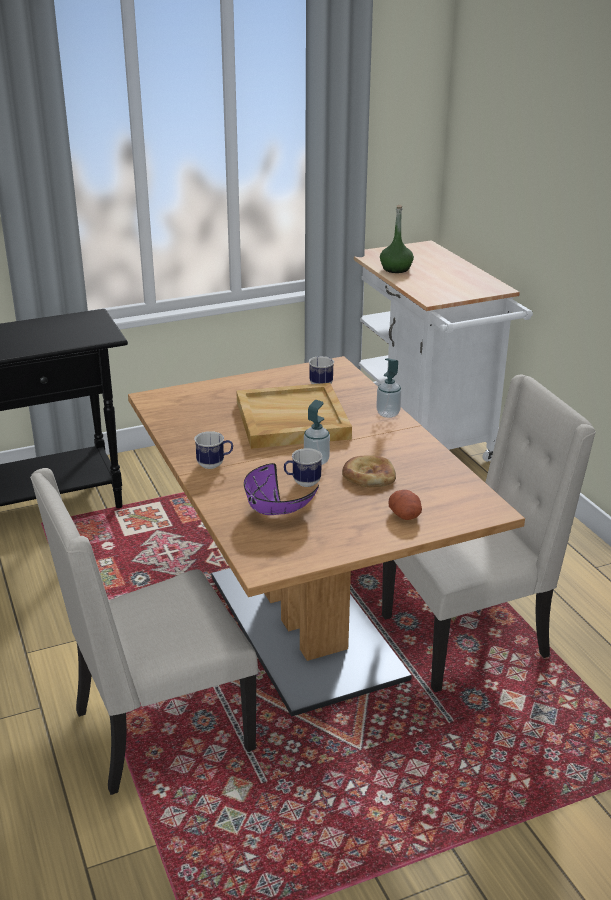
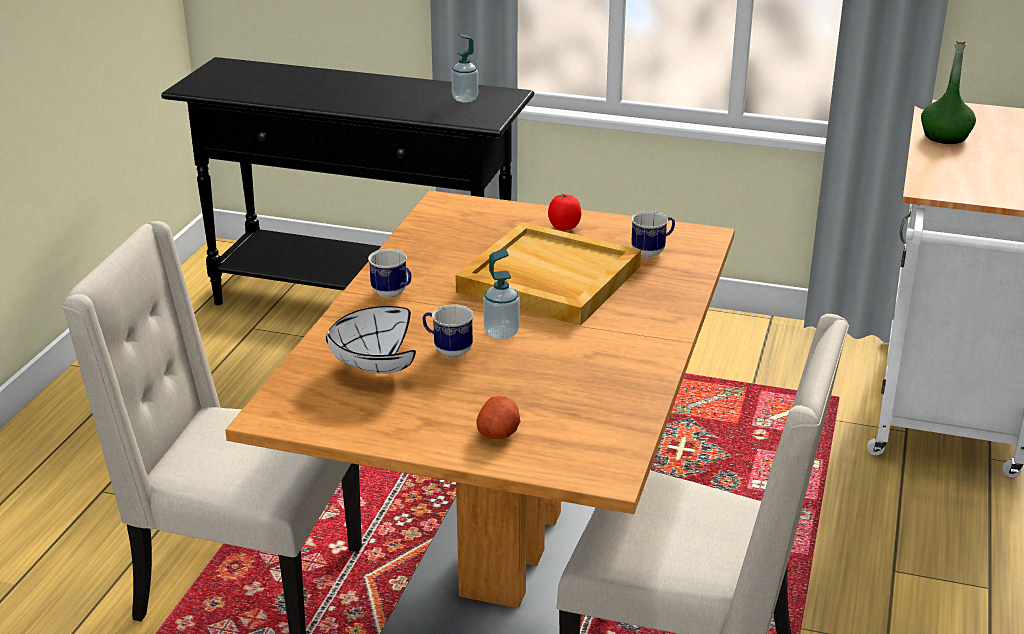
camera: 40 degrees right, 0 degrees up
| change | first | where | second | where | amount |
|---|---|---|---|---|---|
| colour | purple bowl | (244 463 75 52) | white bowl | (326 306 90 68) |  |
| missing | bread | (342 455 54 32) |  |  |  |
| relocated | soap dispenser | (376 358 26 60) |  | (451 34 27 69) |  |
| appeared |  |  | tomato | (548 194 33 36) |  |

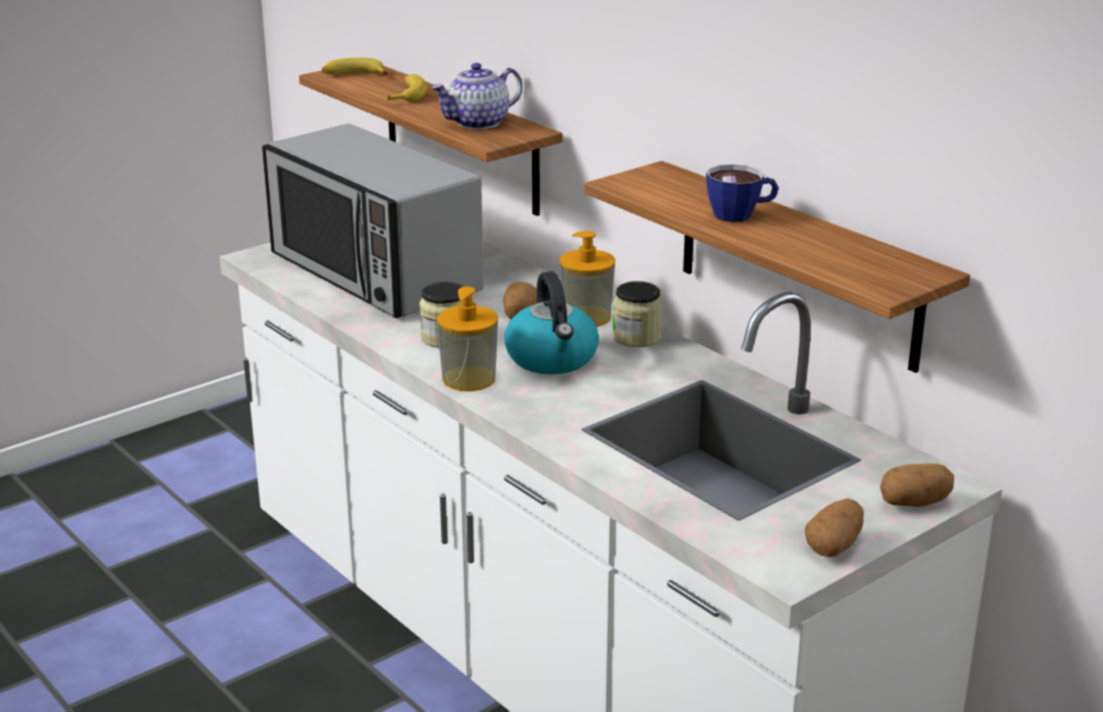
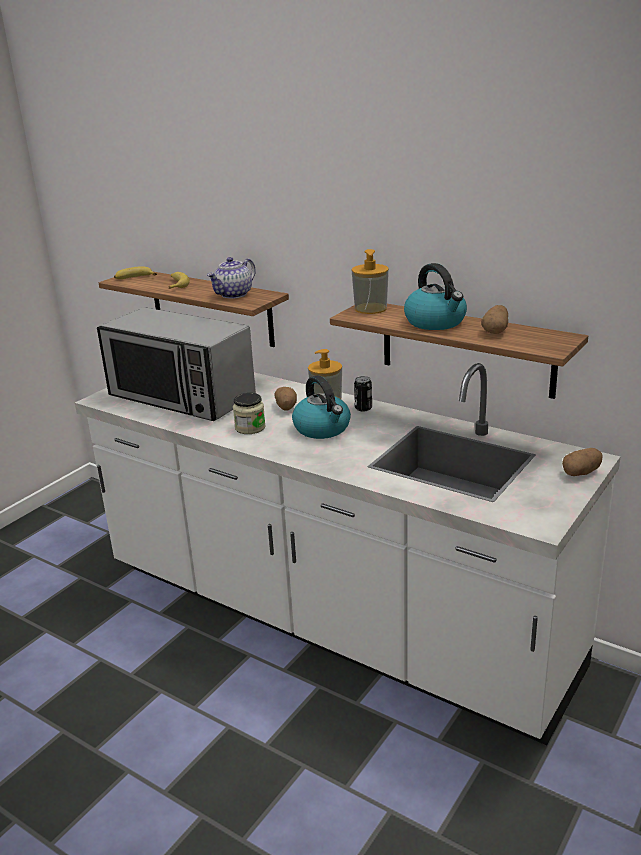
camera: 15 degrees left, 0 degrees up
| change | first | where | second | where | amount |
|---|---|---|---|---|---|
| relocated | soap dispenser | (437 287 61 104) |  | (352 249 37 65) |  |
| exchanged | jar | (612 281 51 66) | can | (354 376 18 35) |  |
| exchanged | cup | (706 164 73 58) | kettle | (404 263 63 67) |  |
| relocated | potato | (805 498 59 59) |  | (481 305 27 29) |  |

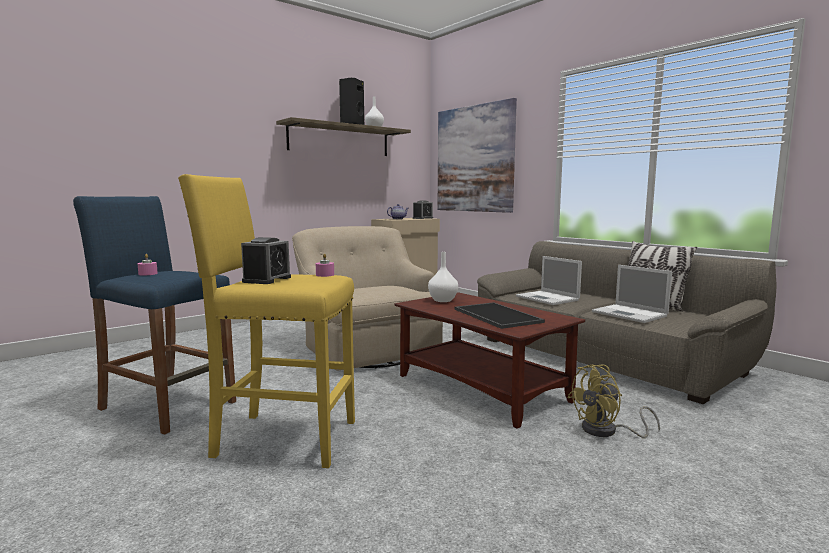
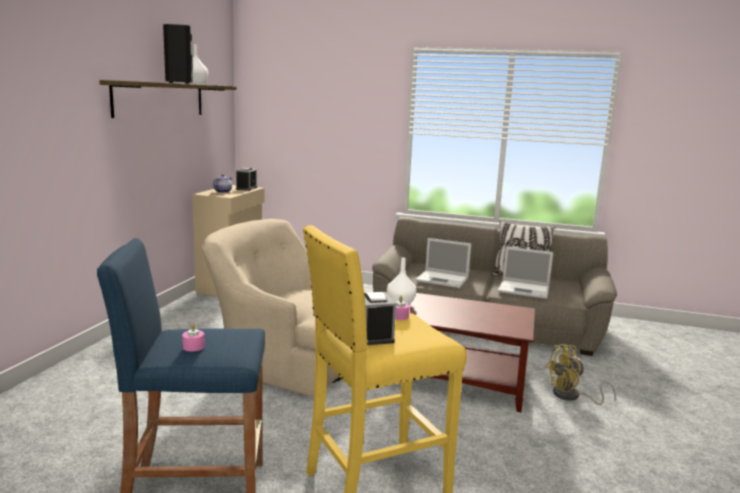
camera: 35 degrees left, 5 degrees up
| change | first | where | second | where | amount |
|---|---|---|---|---|---|
| missing | picture | (438 98 79 115) |  |  |  |
| missing | tray | (454 302 91 27) |  |  |  |
| spun | yellow fan | (567 364 93 74) |  | (545 344 71 61) | 45 degrees clockwise |

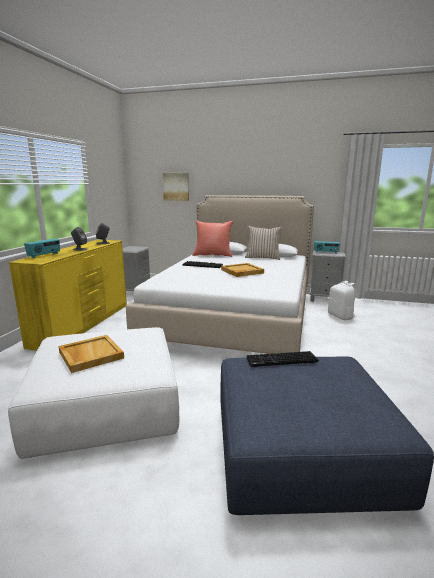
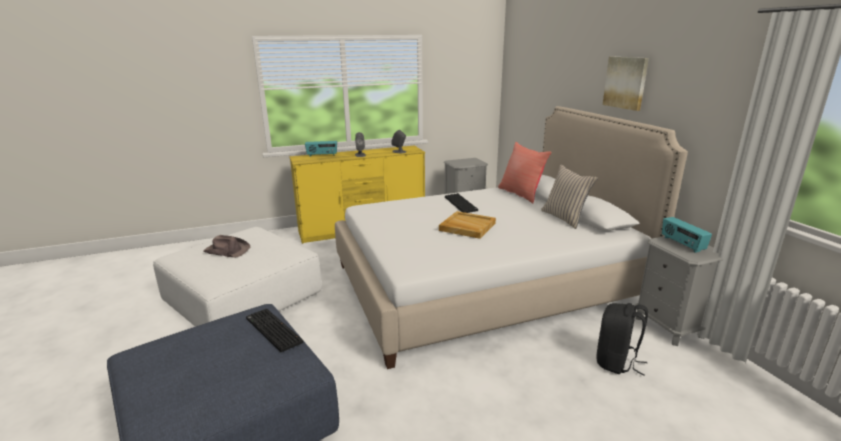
camera: 55 degrees right, 5 degrees up
| change | first | where | second | where | amount |
|---|---|---|---|---|---|
| exchanged | beige tray | (58 335 66 38) | brown hat | (203 235 47 23) |  |
| relocated | picture | (163 173 26 28) |  | (603 56 46 55) |  |
| colour | white backpack | (328 281 29 39) | black backpack | (597 303 51 73) |  |

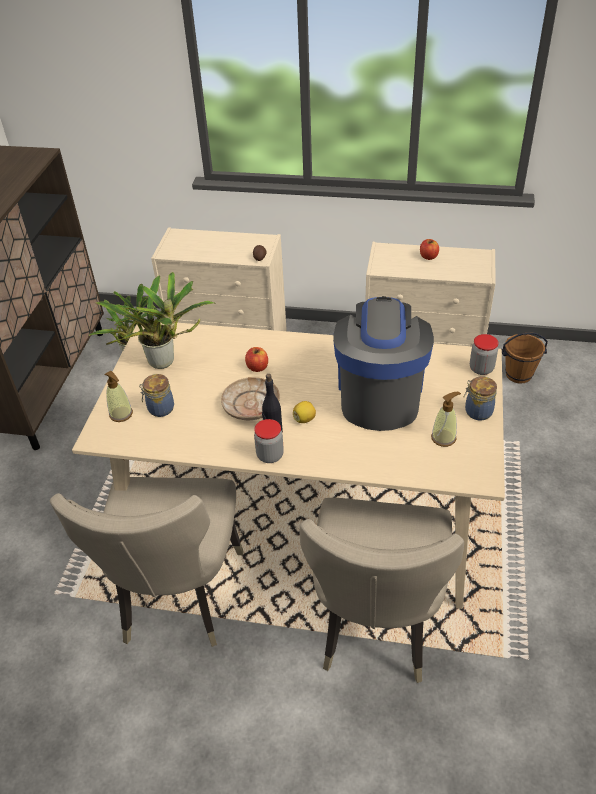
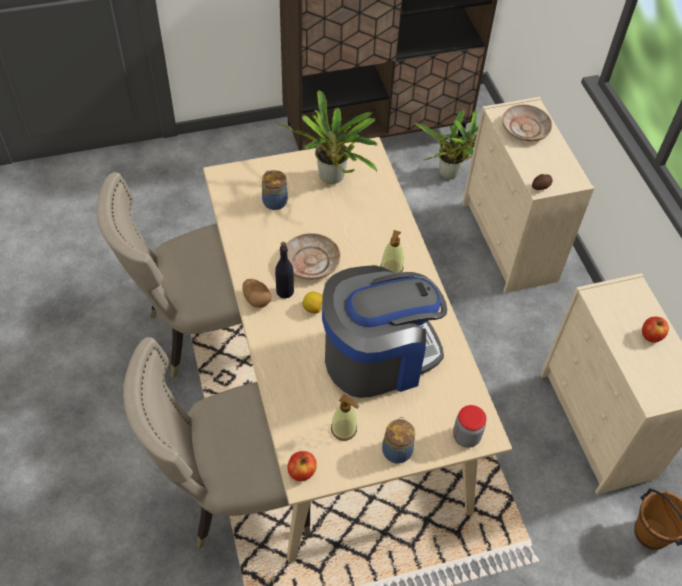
camera: 60 degrees right, 10 degrees up
| change | first | where | second | where | amount |
|---|---|---|---|---|---|
| relocated | soap dispenser | (104 371 29 51) |  | (380 230 23 43) |  |
| relocated | apple | (245 347 23 25) |  | (287 451 30 30) |  |
| exchanged | jar | (254 419 30 44) | potato | (242 279 29 29) |  |
| appeared |  |  | beige plate | (502 104 50 38) |  |

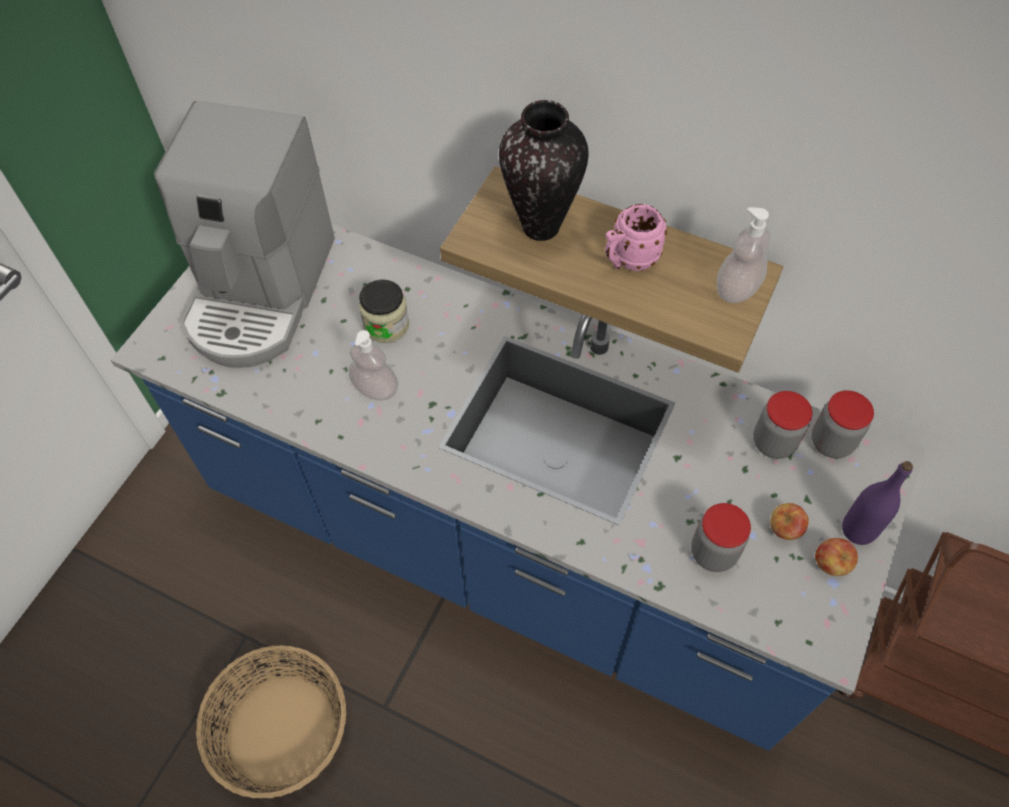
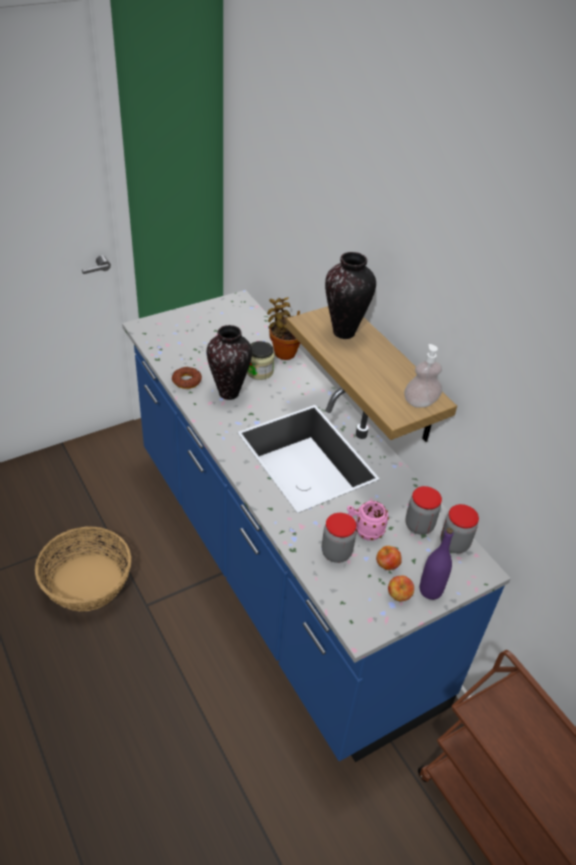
camera: 30 degrees right, 15 degrees down
| change | first | where | second | where | amount |
|---|---|---|---|---|---|
| missing | coffee machine | (154 101 181 267) |  |  |  |
| exchanged | soap dispenser | (349 330 49 70) | vase | (206 325 46 75) |  |
| relocated | pink mug | (605 204 62 67) |  | (347 501 42 40) |  |
| appeared |  |  | donut | (172 367 30 22) |  |
| appeared |  |  | potted plant | (267 297 33 63) |  |

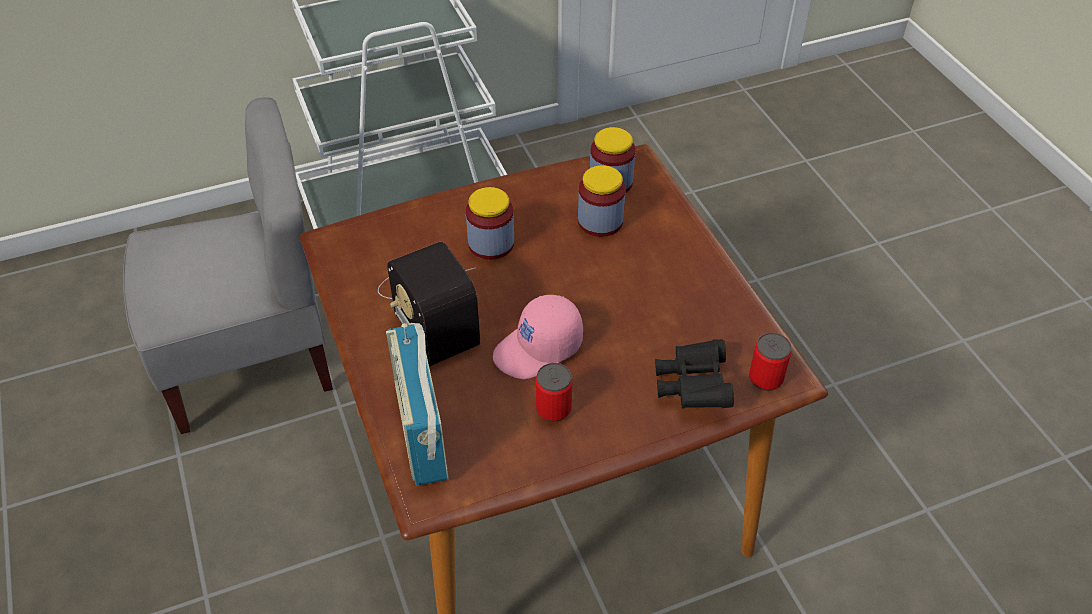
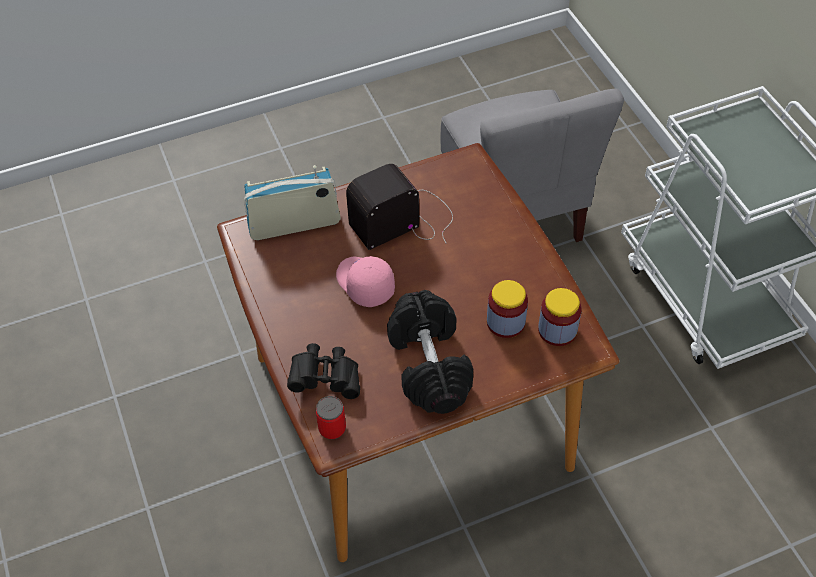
camera: 90 degrees right, 5 degrees up
| change | first | where | second | where | amount |
|---|---|---|---|---|---|
| missing | jar | (466 187 48 73) |  |  |  |
| missing | can | (536 363 36 59) |  |  |  |
| appeared |  |  | black dumbbell | (387 290 86 124) |  |

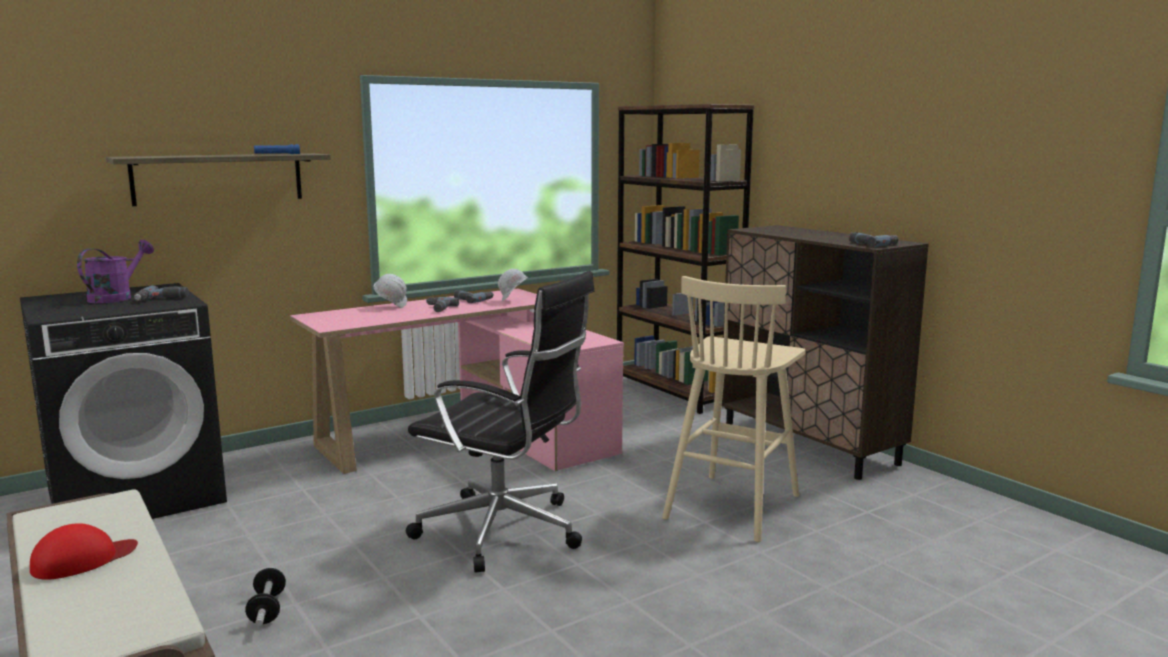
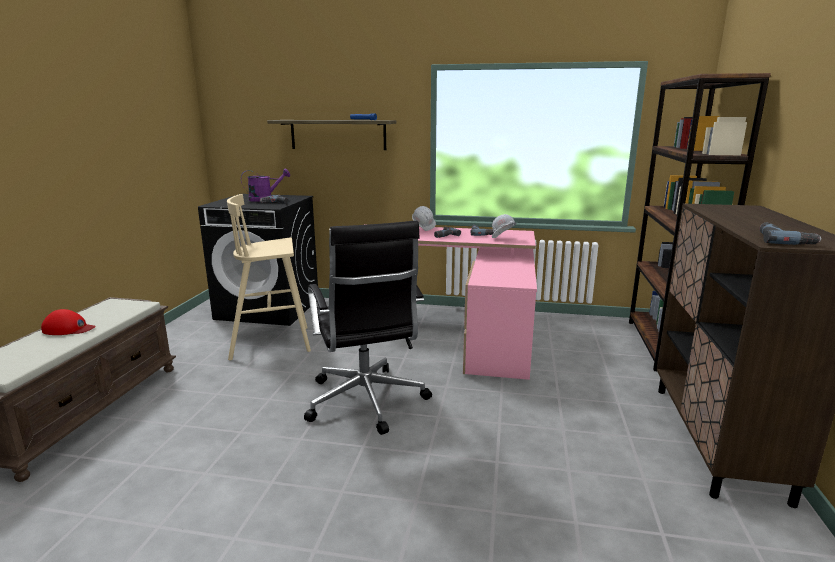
camera: 45 degrees right, 5 degrees up
| change | first | where | second | where | amount |
|---|---|---|---|---|---|
| missing | dumbbell | (245 567 41 60) |  |  |  |
| relocated | beige stool | (662 276 144 266) |  | (227 194 84 167) |  |

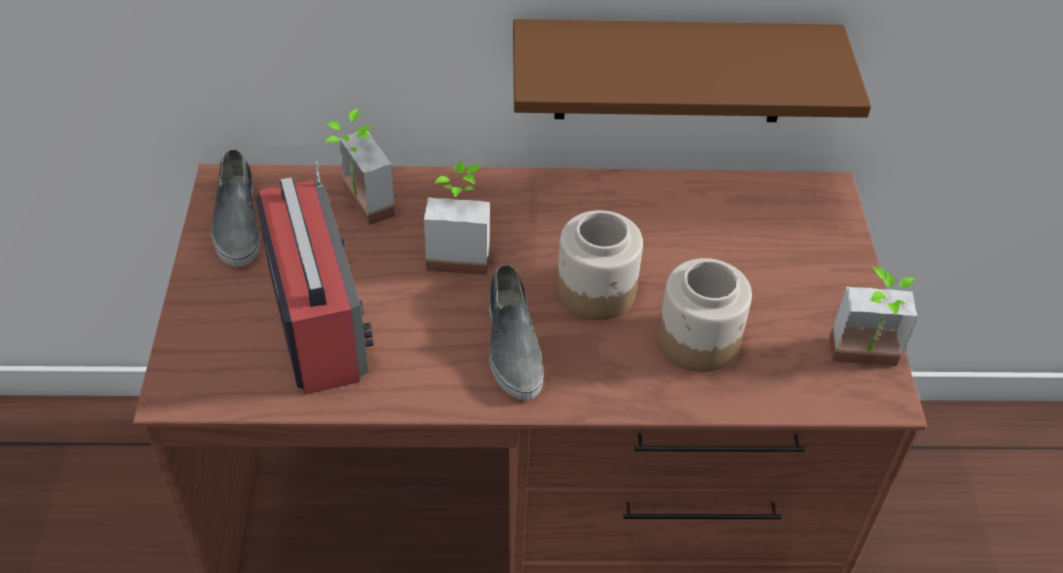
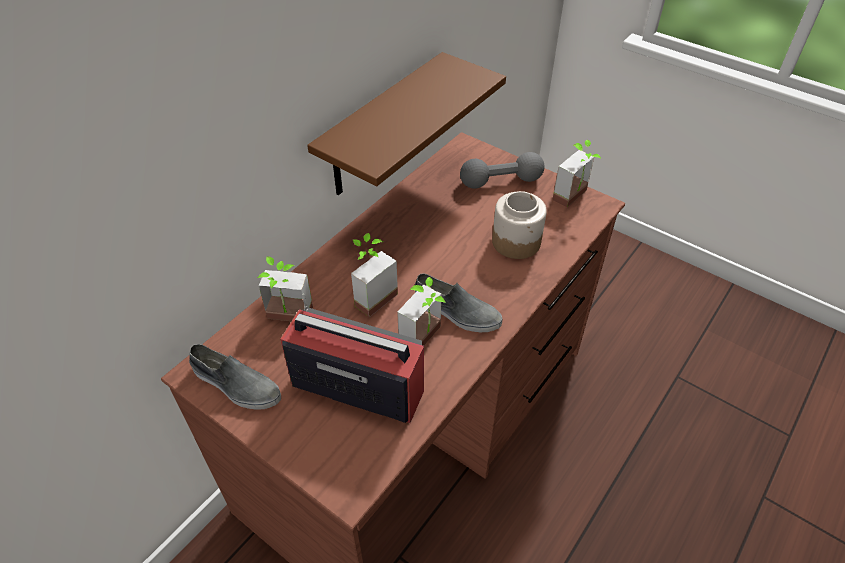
camera: 50 degrees left, 0 degrees up
| change | first | where | second | where | amount |
|---|---|---|---|---|---|
| missing | jar | (557 210 86 110) |  |  |  |
| appeared |  |  | potted plant | (397 277 49 69) |  |
| appeared |  |  | grey dumbbell | (460 152 85 37) |  |

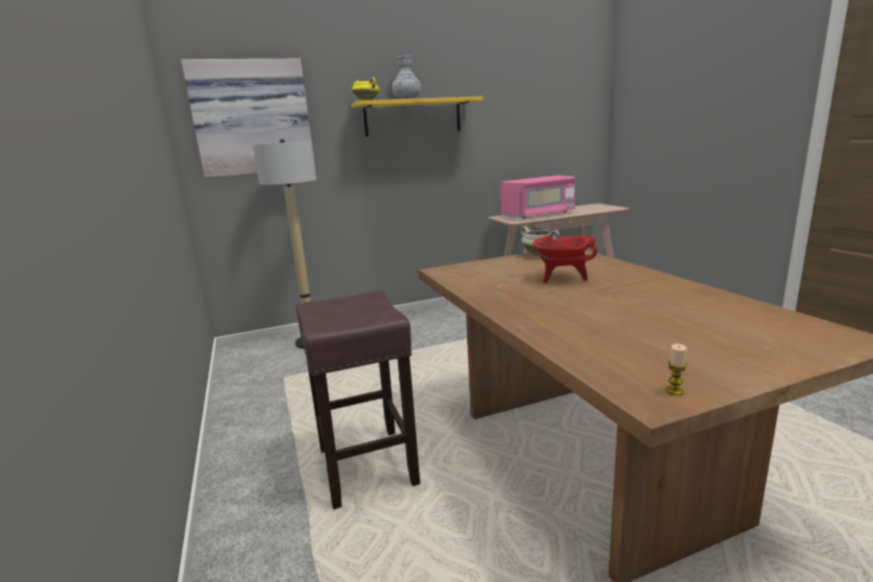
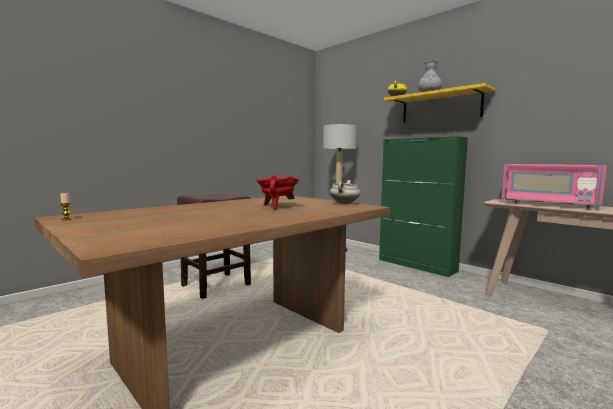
camera: 65 degrees right, 10 degrees down
| change | first | where | second | where | amount |
|---|---|---|---|---|---|
| missing | picture | (181 59 130 119) |  |  |  |
| appeared |  |  | green cabinet | (379 136 89 141) |  |

